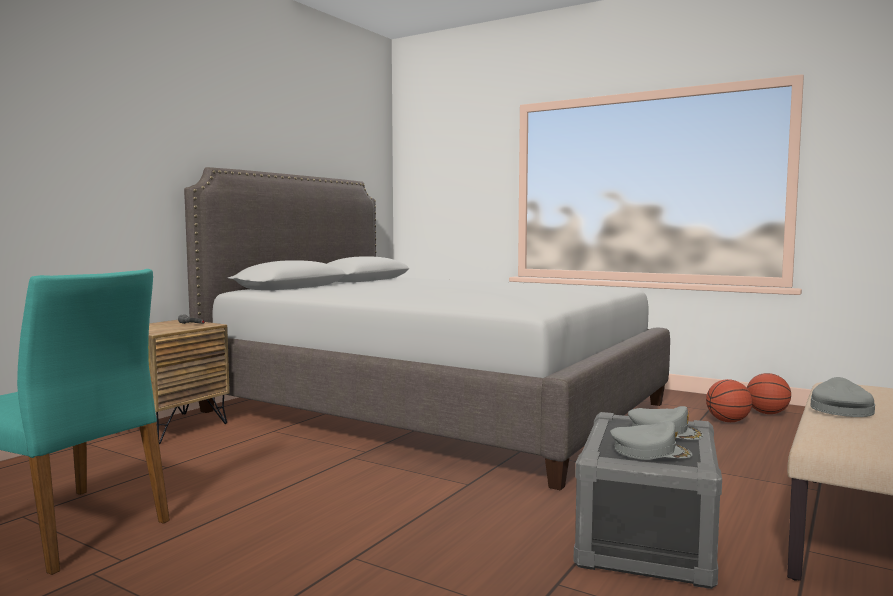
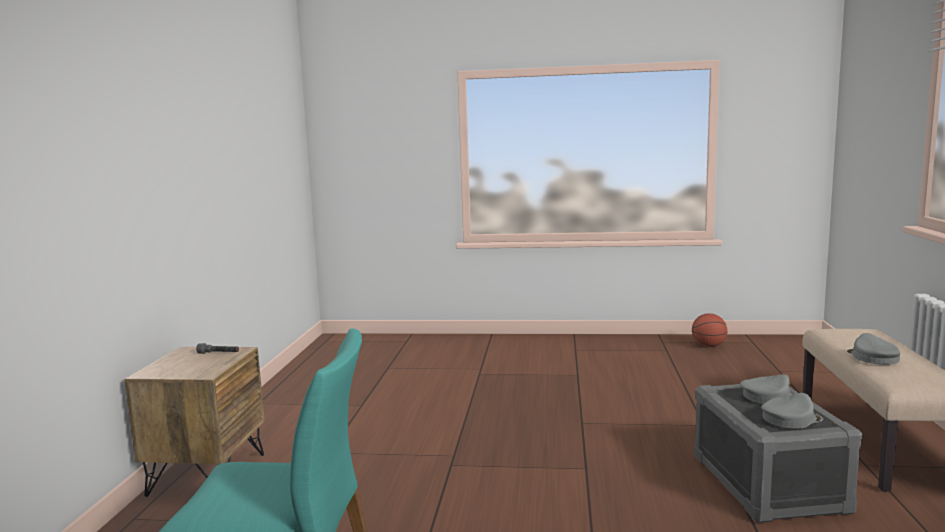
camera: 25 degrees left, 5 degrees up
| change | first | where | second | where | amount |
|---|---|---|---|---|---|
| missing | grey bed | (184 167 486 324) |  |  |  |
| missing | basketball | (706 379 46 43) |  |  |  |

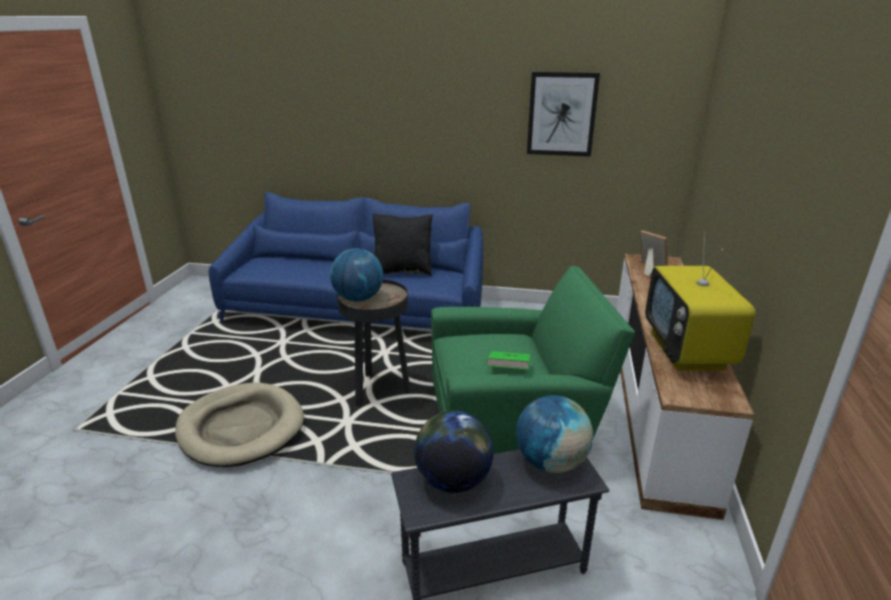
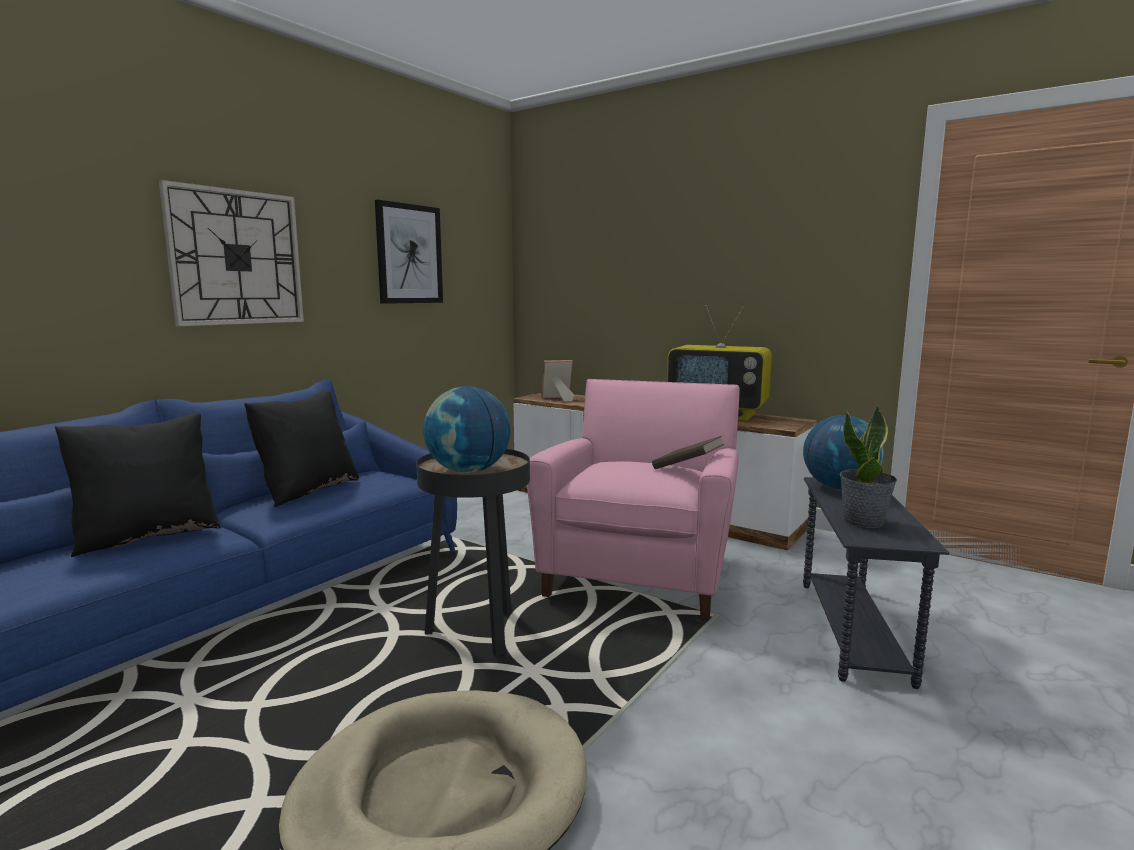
camera: 65 degrees left, 15 degrees down
| change | first | where | second | where | amount |
|---|---|---|---|---|---|
| exchanged | globe | (414 411 80 82) | potted plant | (840 406 57 122) |  |
| colour | green armchair | (431 265 204 189) | pink armchair | (527 379 213 241) |  |
| colour | green book | (486 351 44 19) | brown book | (652 436 73 33) |  |
| appeared |  |  | black pillow | (55 413 166 144) |  |
| appeared |  |  | wall clock | (159 180 145 146) |  |

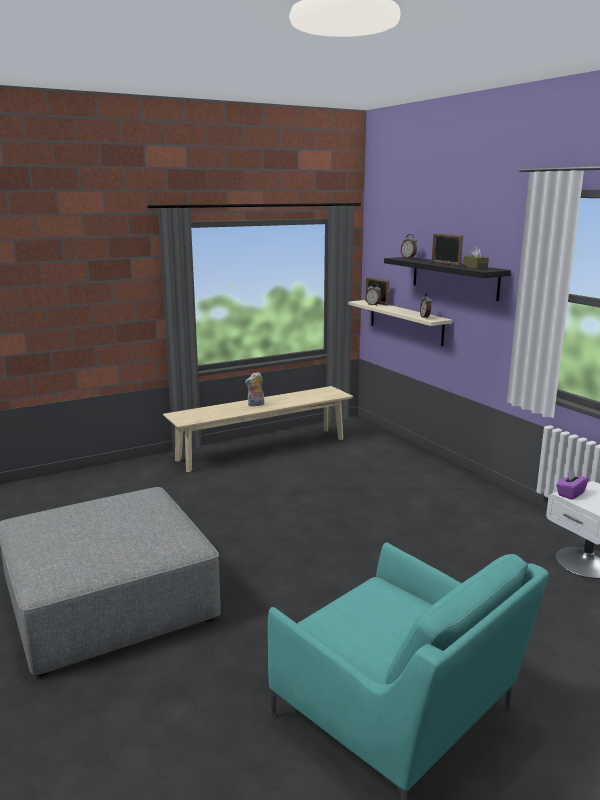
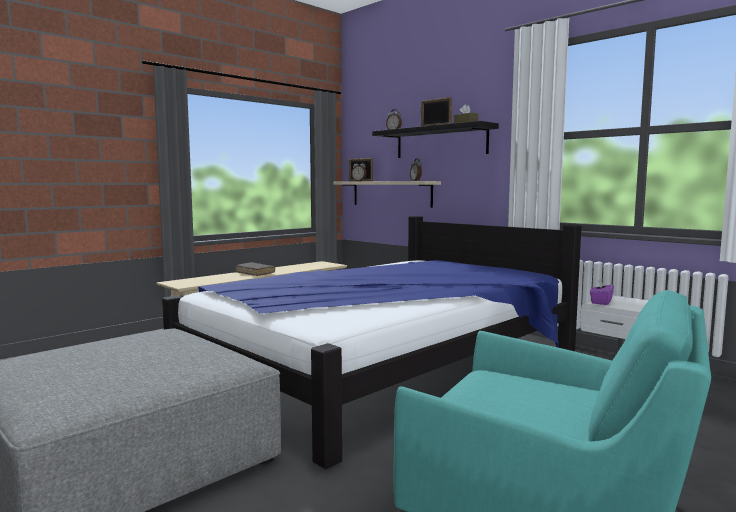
camera: 15 degrees left, 10 degrees down
| change | first | where | second | where | amount |
|---|---|---|---|---|---|
| exchanged | plush toy | (245 372 19 35) | brown book | (236 262 39 14) |  |
| appeared |  |  | bed | (162 216 419 253) |  |

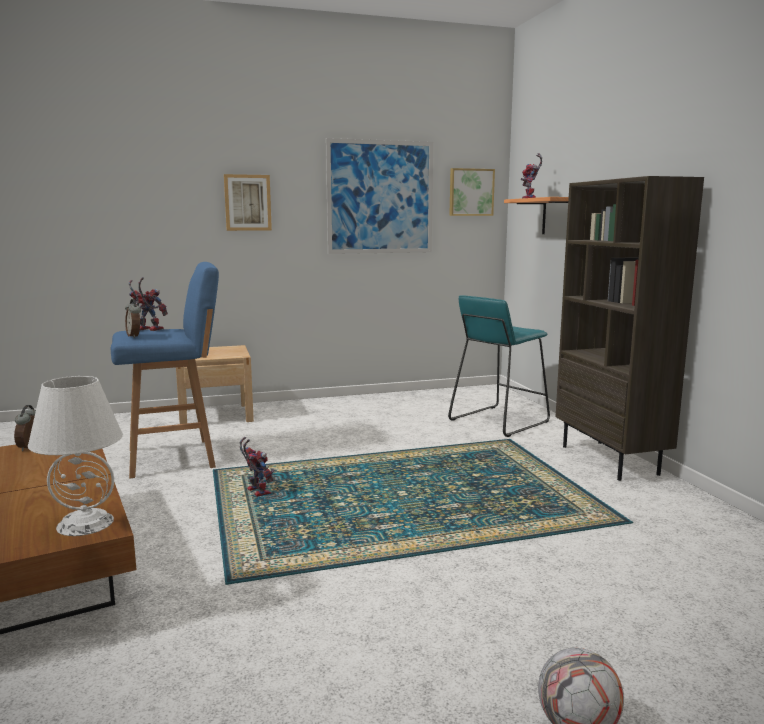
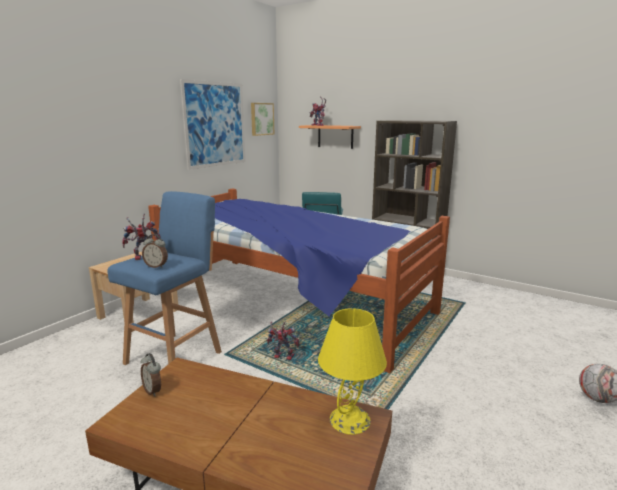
camera: 40 degrees left, 5 degrees up
| change | first | where | second | where | amount |
|---|---|---|---|---|---|
| colour | white table lamp | (28 376 95 160) | yellow table lamp | (318 308 69 127) |  |
| missing | picture | (224 174 48 57) |  |  |  |
| appeared |  |  | bed | (148 189 302 184) |  |

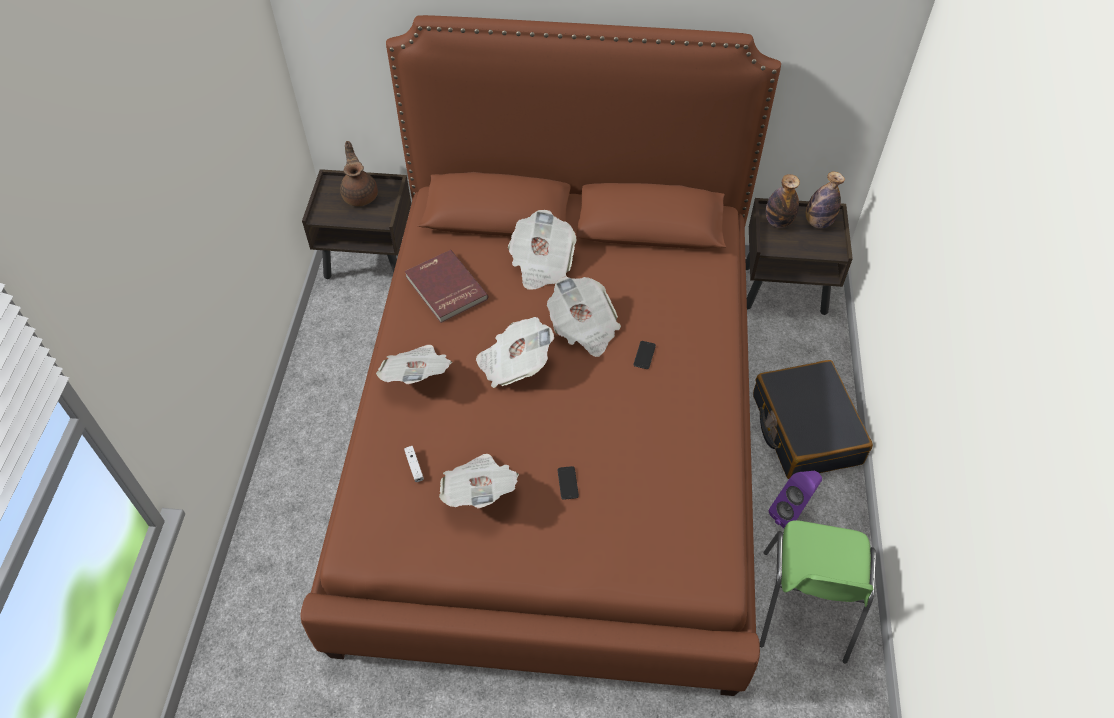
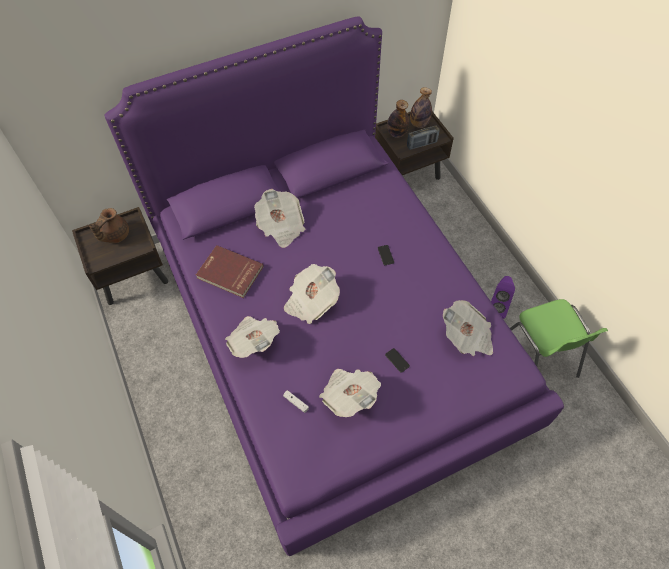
camera: 30 degrees left, 5 degrees up
| change | first | where | second | where | amount |
|---|---|---|---|---|---|
| colour | brown bed | (301 15 480 681) | purple bed | (105 16 459 540) |  |
| spun | brown teapot | (340 141 38 66) |  | (89 208 40 35) | 105 degrees counterclockwise |
| relocated | newspaper | (547 276 74 81) |  | (443 300 50 56) |  |
| missing | black suitcase | (753 360 120 119) |  |  |  |
| appeared |  |  | radio | (407 126 33 24) |  |

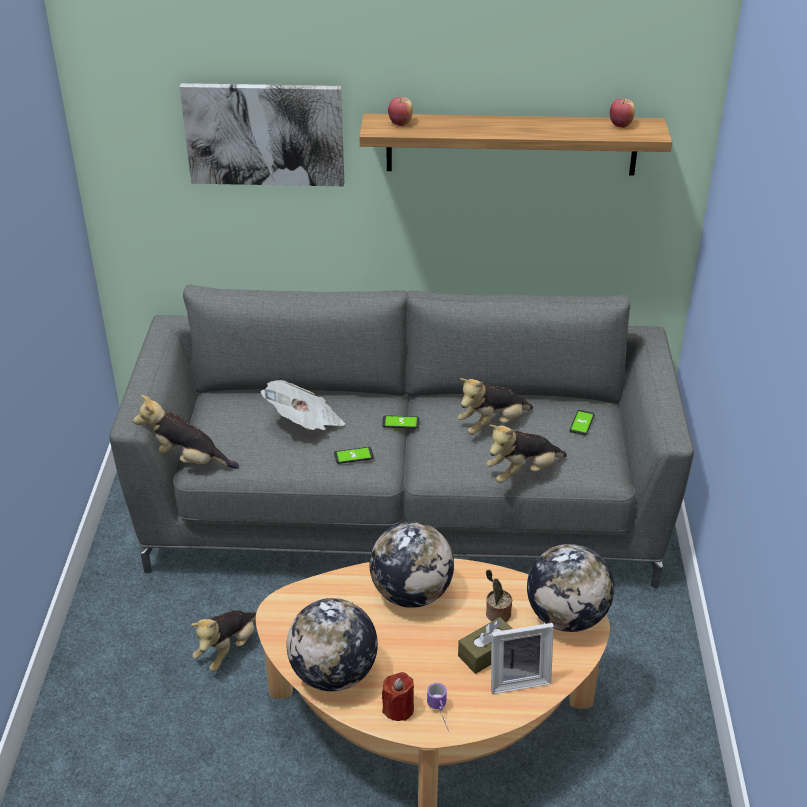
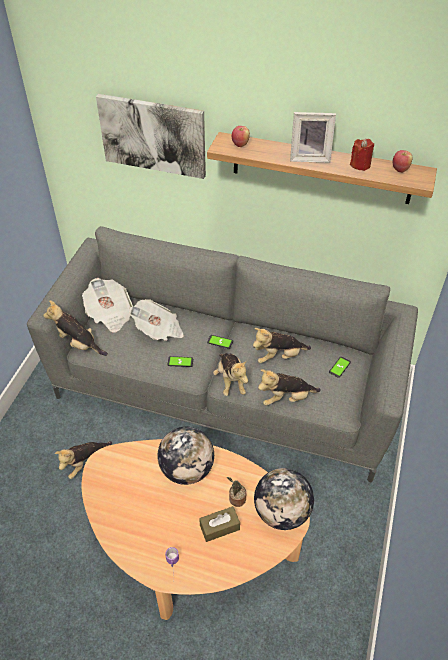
camera: 15 degrees right, 10 degrees up
| change | first | where | second | where | amount |
|---|---|---|---|---|---|
| missing | globe | (287 598 91 93) |  |  |  |
| relocated | red candle | (382 672 32 49) |  | (350 139 24 32) |  |
| relocated | picture frame | (491 623 63 71) |  | (290 112 46 51) |  |
| appeared |  |  | newspaper | (82 278 51 54) |  |
| appeared |  |  | plush toy | (213 353 35 43) |  |

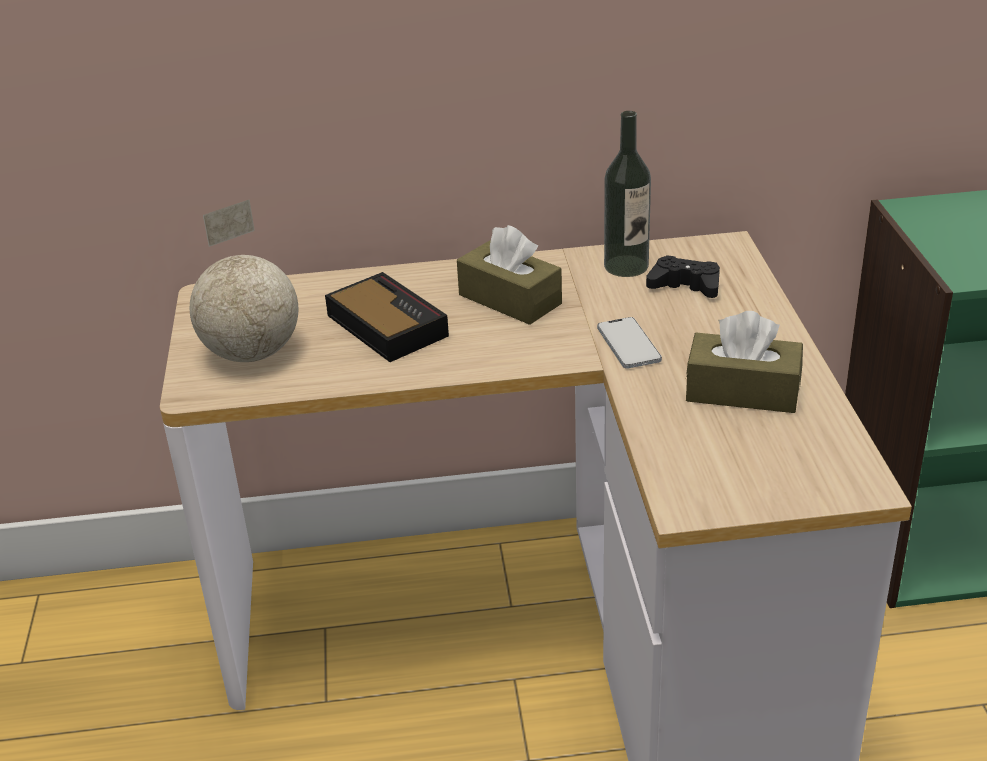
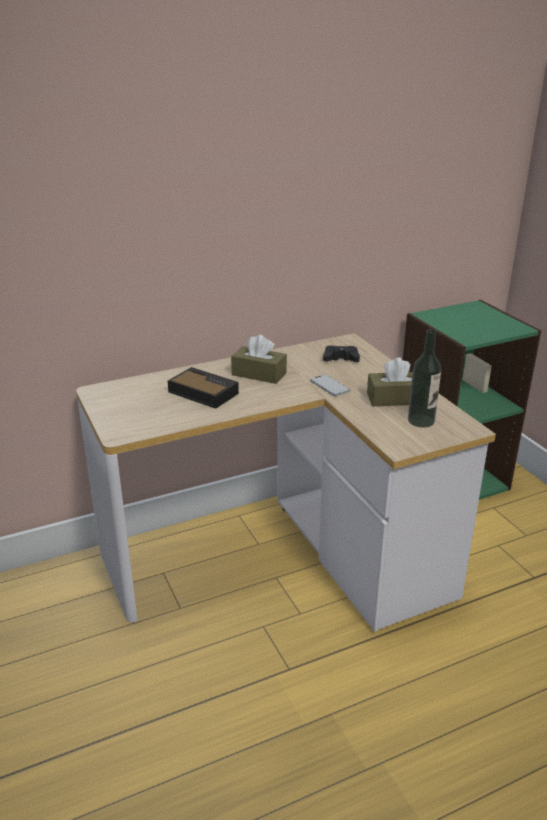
camera: 20 degrees left, 5 degrees down
| change | first | where | second | where | amount |
|---|---|---|---|---|---|
| missing | globe | (190 200 108 162) |  |  |  |
| relocated | bottle | (604 111 47 166) |  | (408 329 33 99) |  |

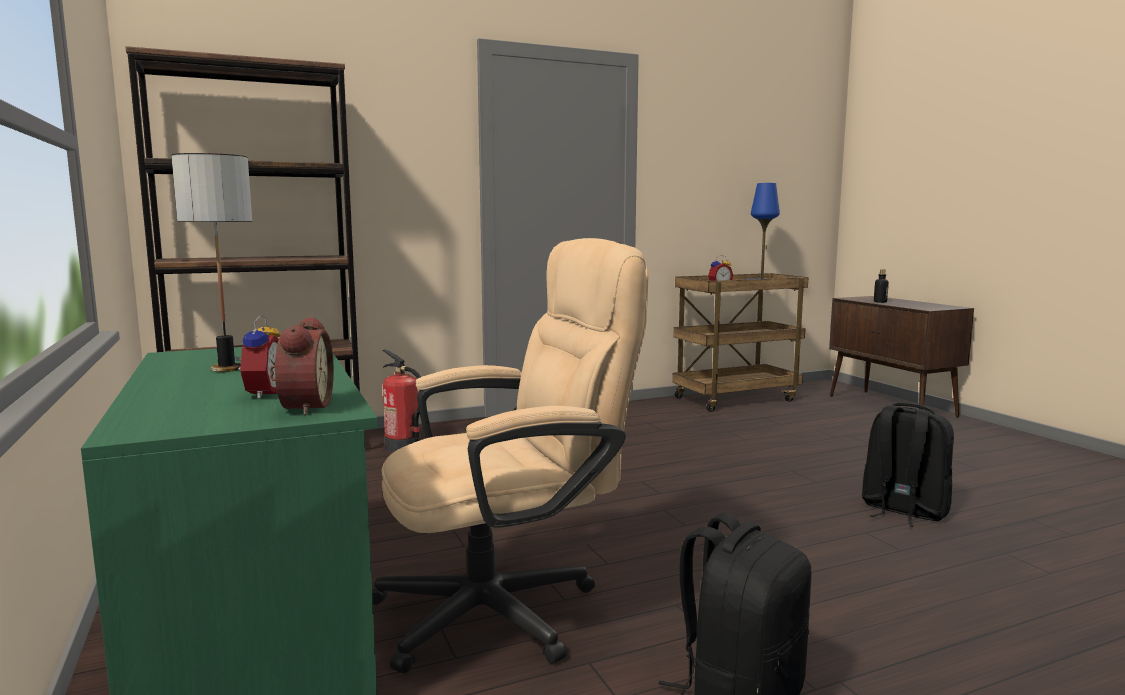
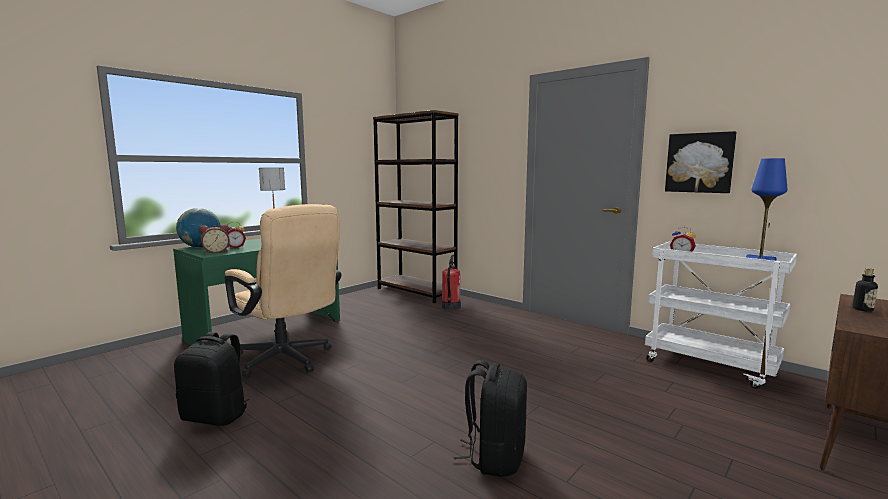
camera: 65 degrees right, 0 degrees up
| change | first | where | second | where | amount |
|---|---|---|---|---|---|
| colour | brown cart | (672 273 137 139) | white cart | (645 241 152 148) |  |
| appeared |  |  | globe | (176 208 45 40) |  |
| appeared |  |  | picture | (665 131 72 62) |  |

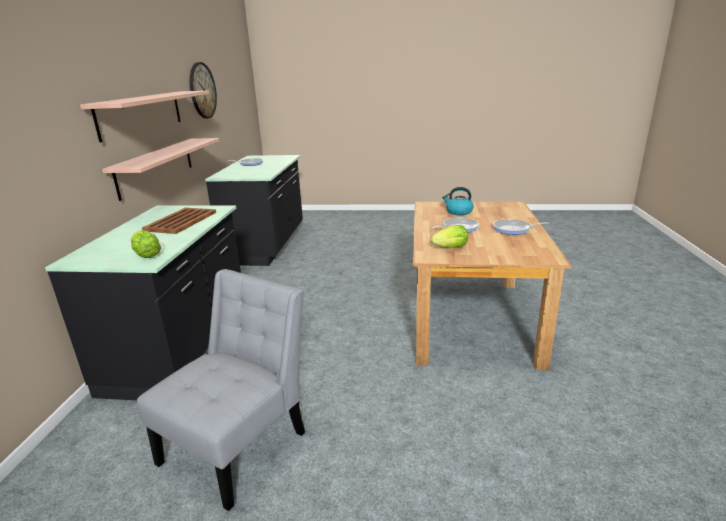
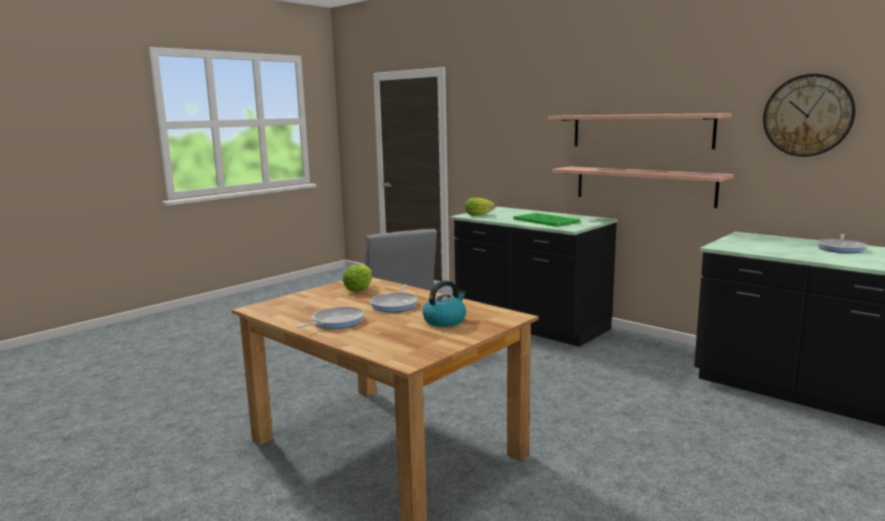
camera: 125 degrees right, 10 degrees down
| change | first | where | second | where | amount |
|---|---|---|---|---|---|
| colour | brown tray | (142 208 74 26) | green tray | (513 213 67 14) |  |

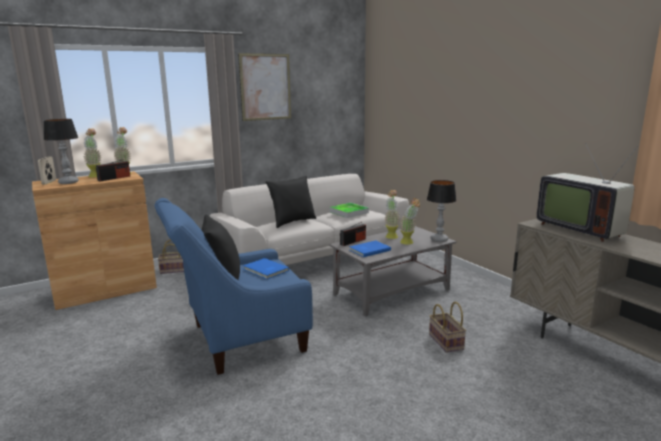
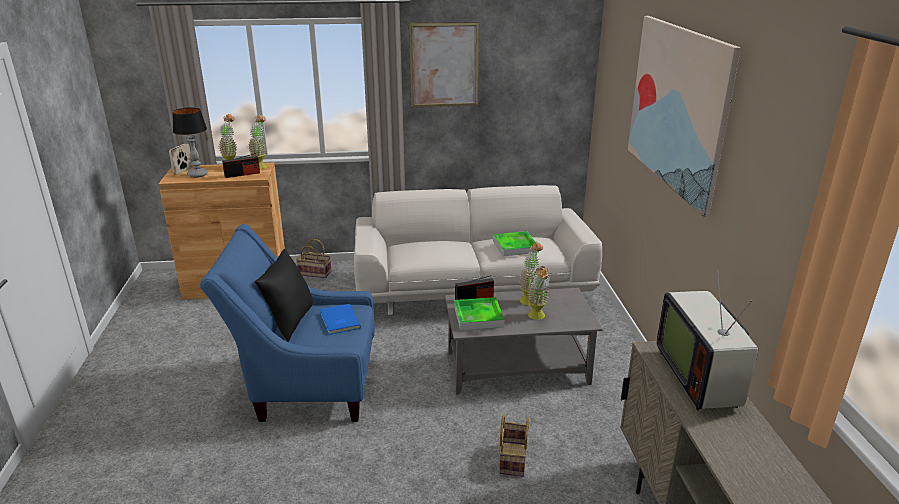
camera: 25 degrees right, 10 degrees up
| change | first | where | second | where | amount |
|---|---|---|---|---|---|
| missing | black pillow | (266 176 50 52) |  |  |  |
| exchanged | blue book | (349 240 42 17) | tray | (454 297 50 33) |  |
| missing | table lamp | (427 180 30 62) |  |  |  |
| appeared |  |  | picture | (628 16 113 201) |  |

